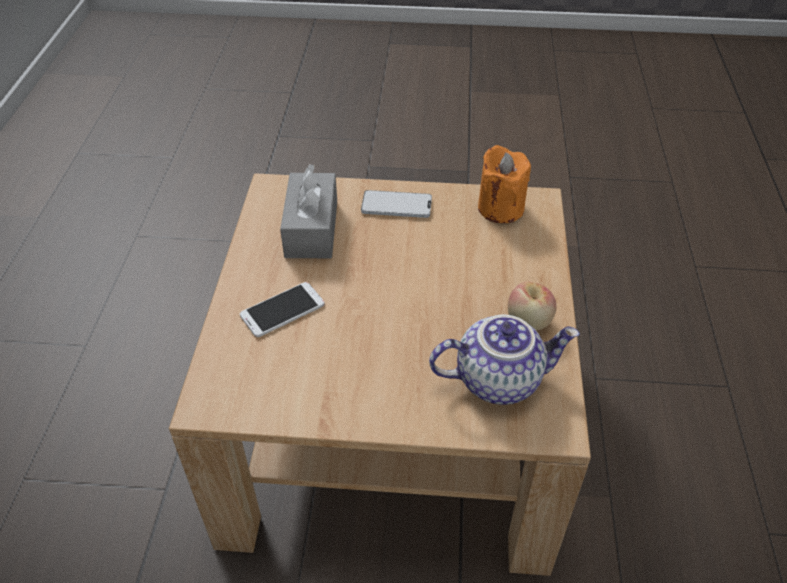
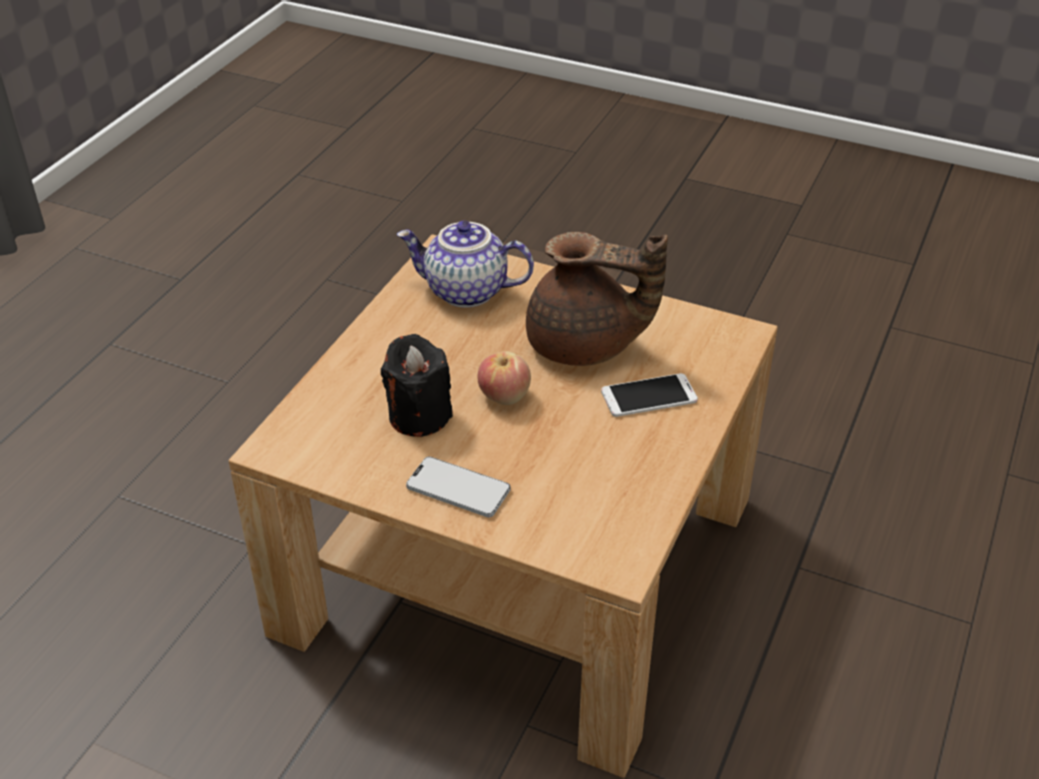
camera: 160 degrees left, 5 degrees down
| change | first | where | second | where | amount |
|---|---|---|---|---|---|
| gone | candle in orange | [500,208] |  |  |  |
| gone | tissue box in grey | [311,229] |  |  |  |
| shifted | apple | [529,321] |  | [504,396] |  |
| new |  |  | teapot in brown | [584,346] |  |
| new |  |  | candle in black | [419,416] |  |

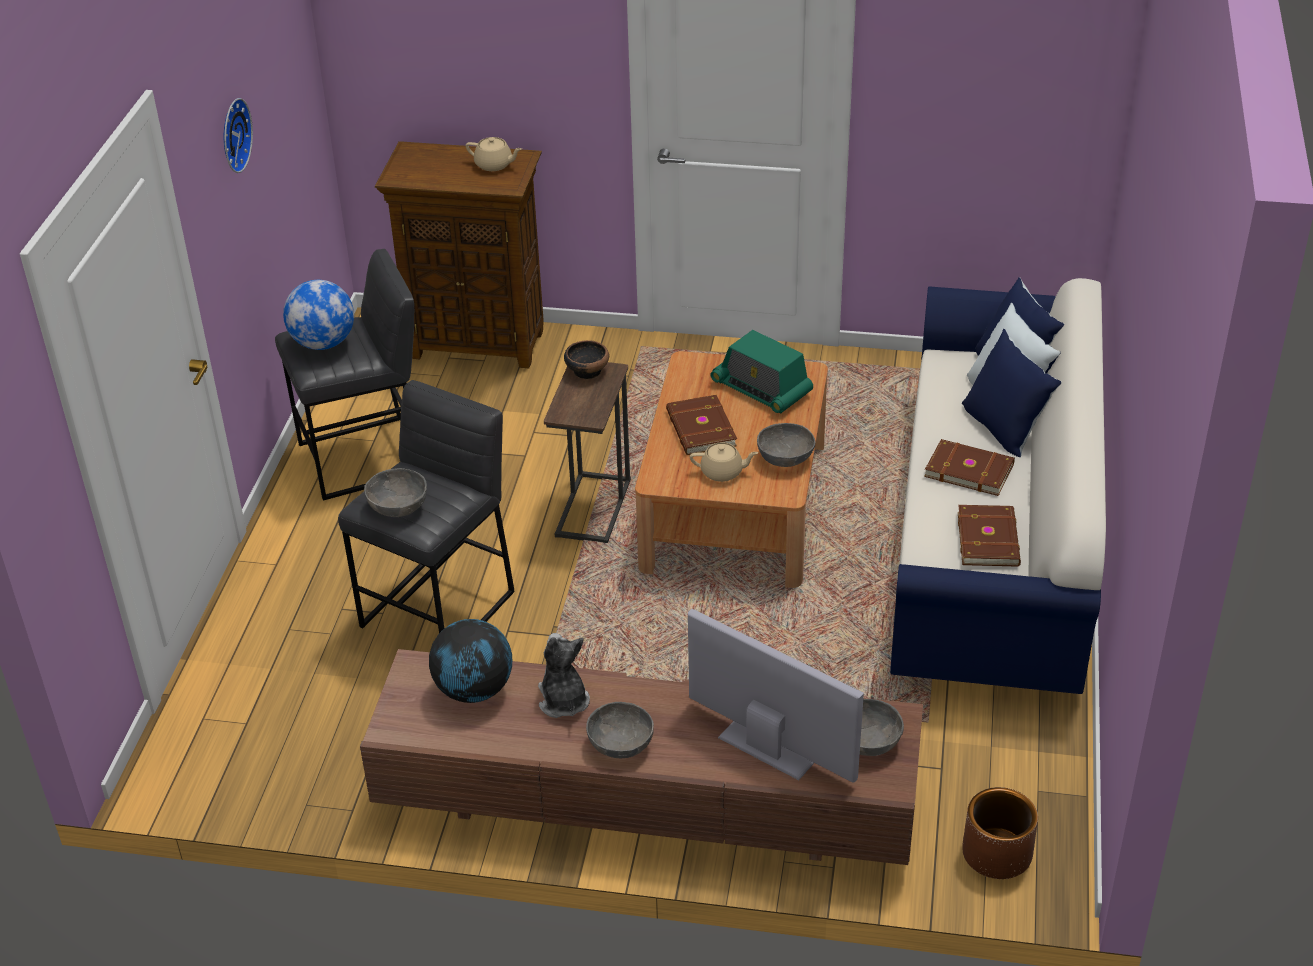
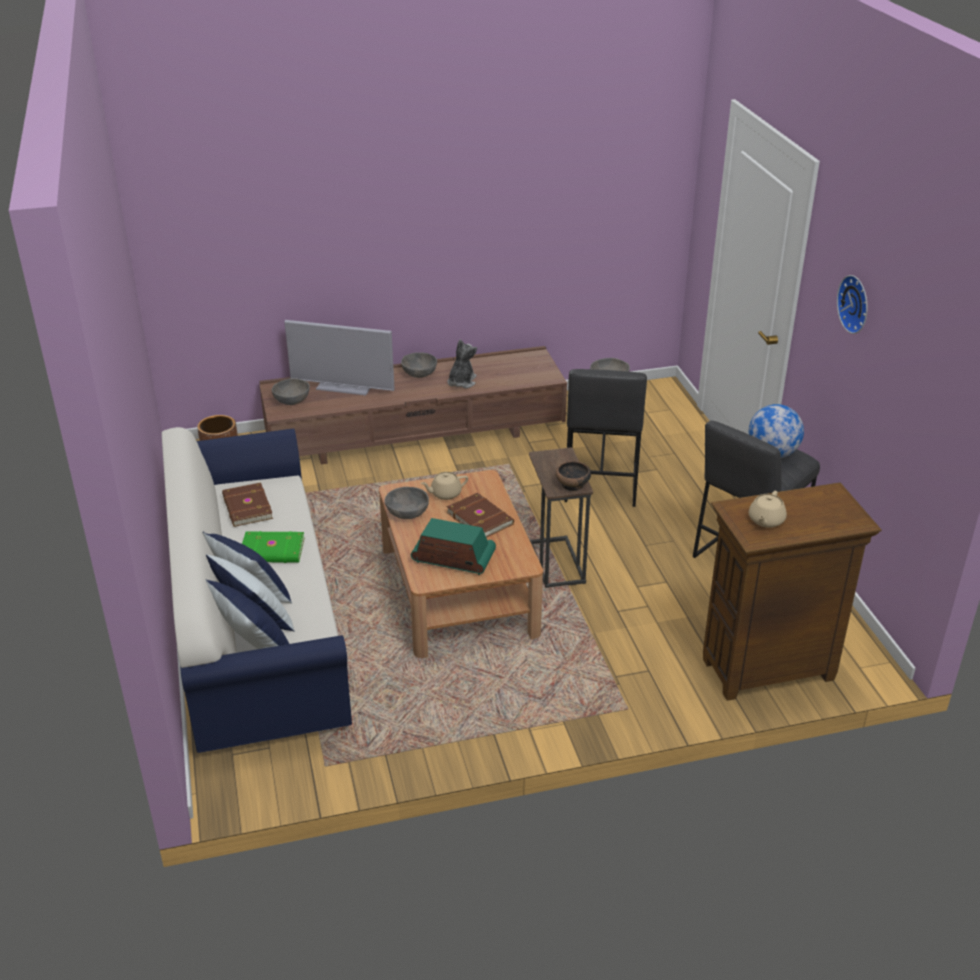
camera: 155 degrees right, 5 degrees down
| change | first | where | second | where | amount |
|---|---|---|---|---|---|
| rotated | teapot in beige | [494,165] |  | [765,520] | 60 degrees counterclockwise |
| repainted | book in brown | [969,469] | book in green | [272,551] |  |
| gone | globe | [474,690] |  |  |  |
| rotated | plush toy | [563,700] |  | [461,382] | 120 degrees counterclockwise |

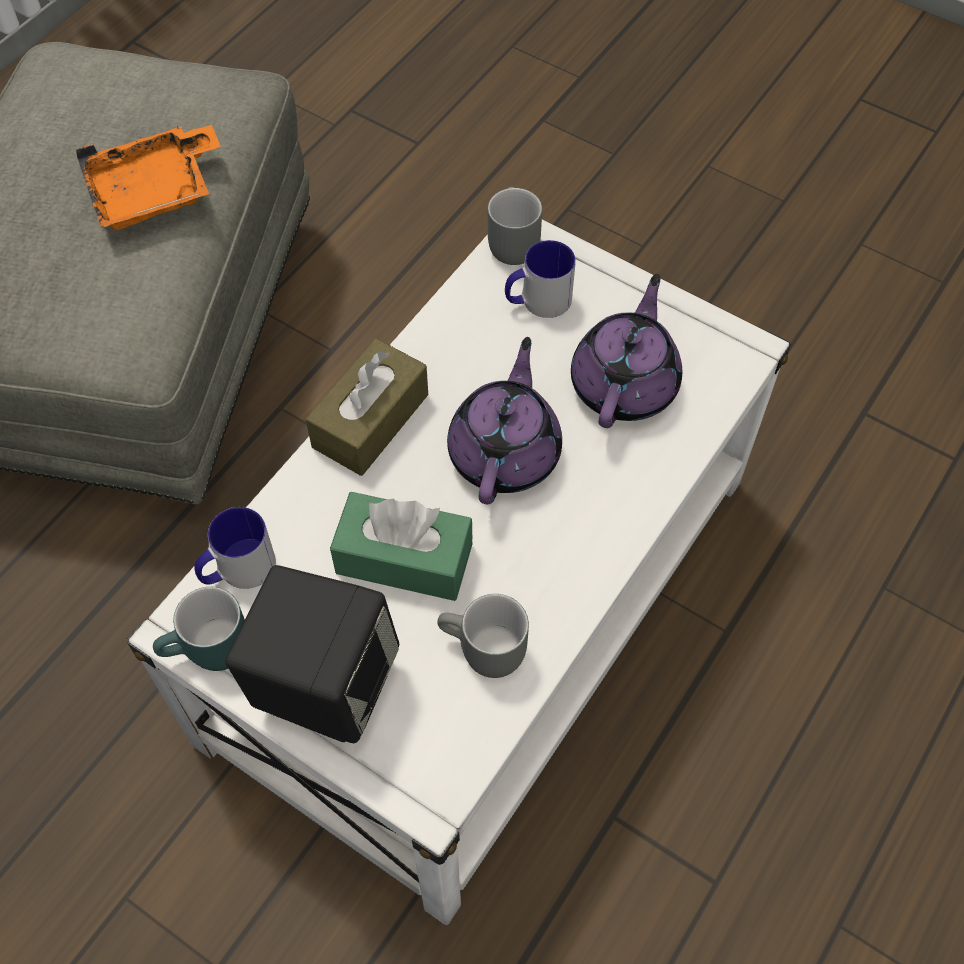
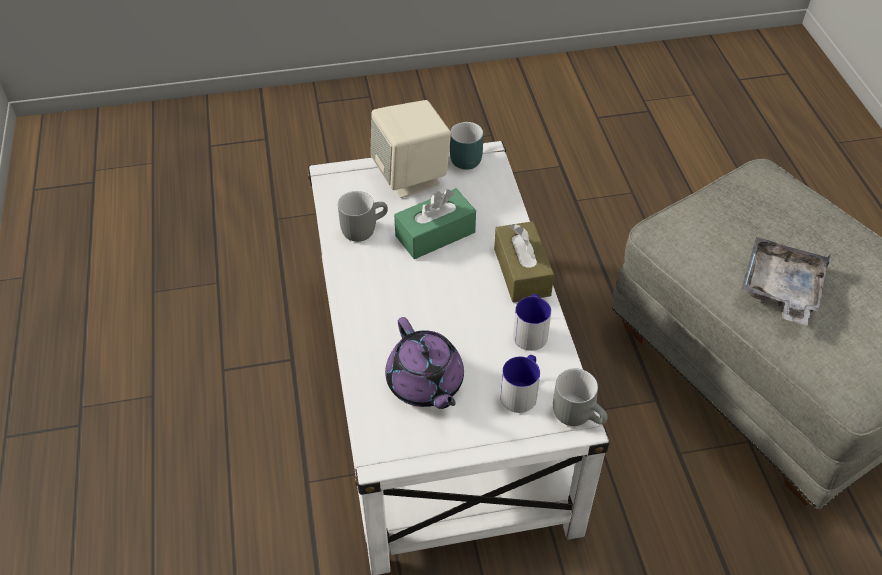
camera: 135 degrees right, 10 degrees down
| change | first | where | second | where | amount |
|---|---|---|---|---|---|
| repainted | tray in orange | [155,192] | tray in grey | [780,289] |  |
| gone | teapot in purple | [505,452] |  |  |  |
| shifted | mug | [238,570] |  | [531,331] |  |
| repainted | speaker in black | [324,684] | speaker in beige | [411,176] |  |

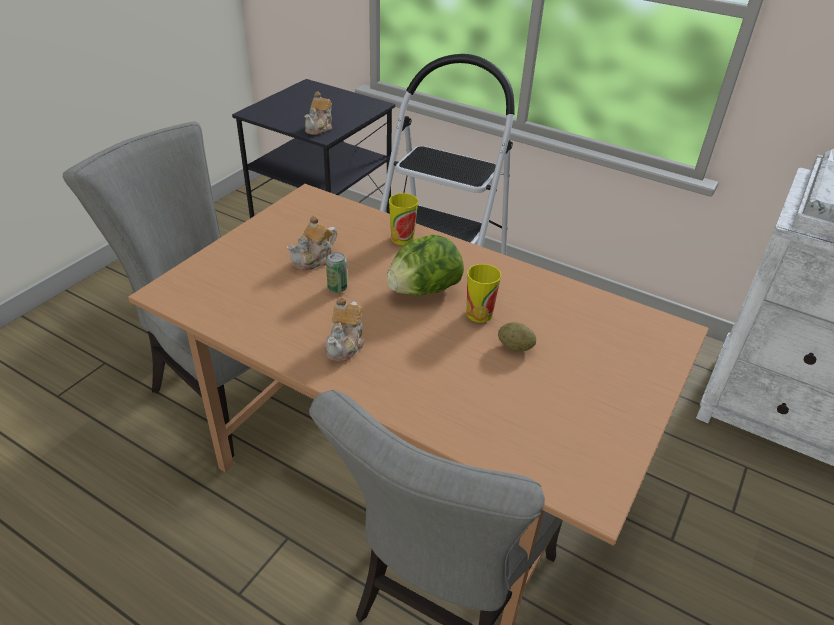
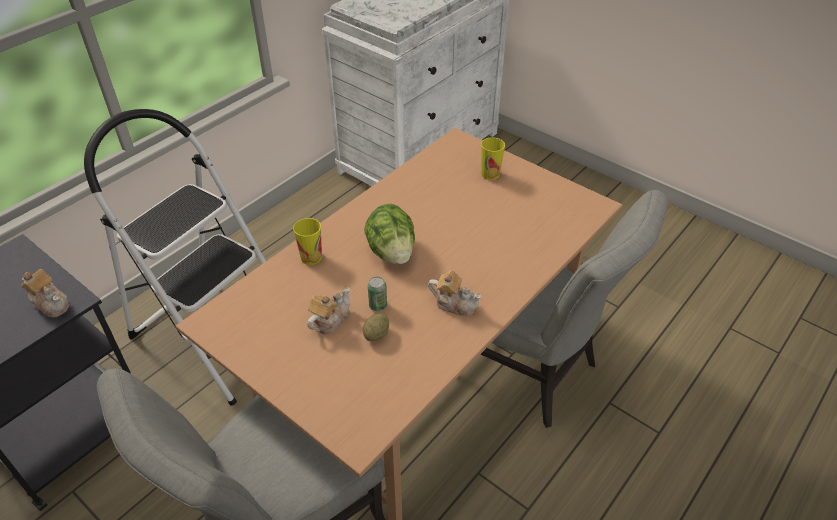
camera: 80 degrees left, 5 degrees up
| change | first | where | second | where | amount |
|---|---|---|---|---|---|
| rotated | teapot | [314,260] |  | [330,320] | 105 degrees counterclockwise |
| shifted | cup | [479,314] |  | [490,174] |  |
| shifted | potato | [515,347] |  | [376,334] |  |

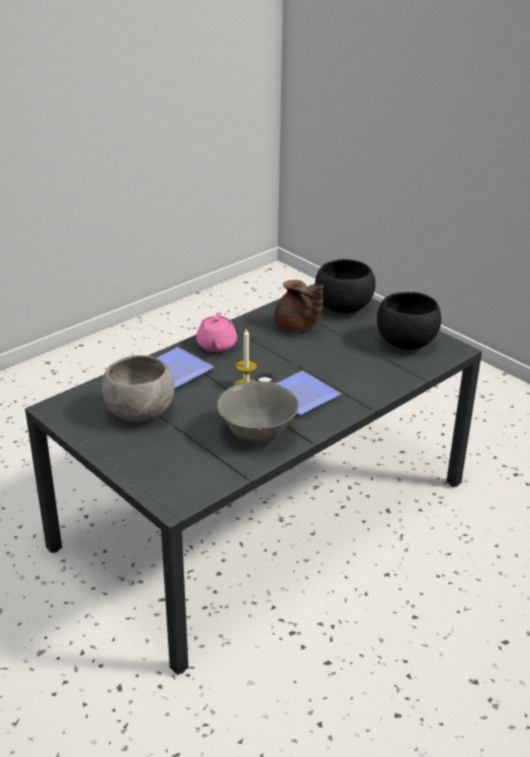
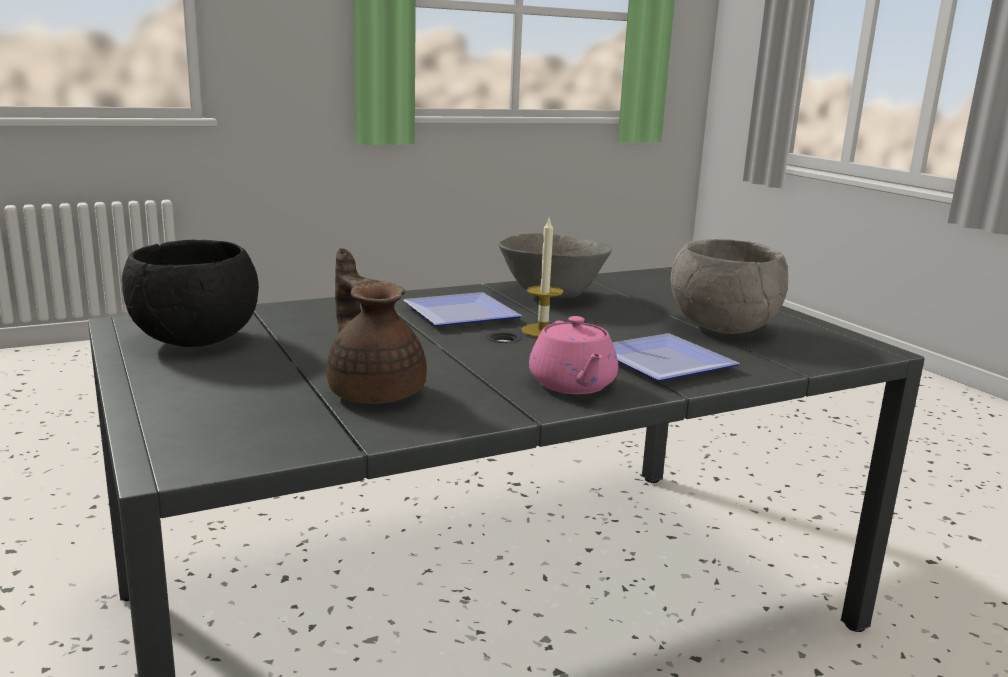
camera: 165 degrees left, 15 degrees down
| change | first | where | second | where | amount |
|---|---|---|---|---|---|
| gone | bowl in black | [344,308] |  |  |  |
| rotated | teapot in pink | [216,346] |  | [572,385] | 150 degrees clockwise |

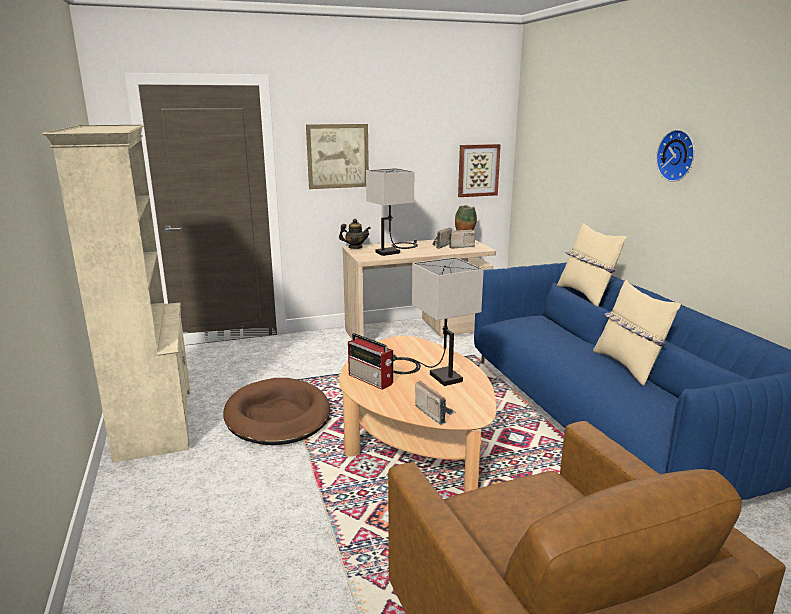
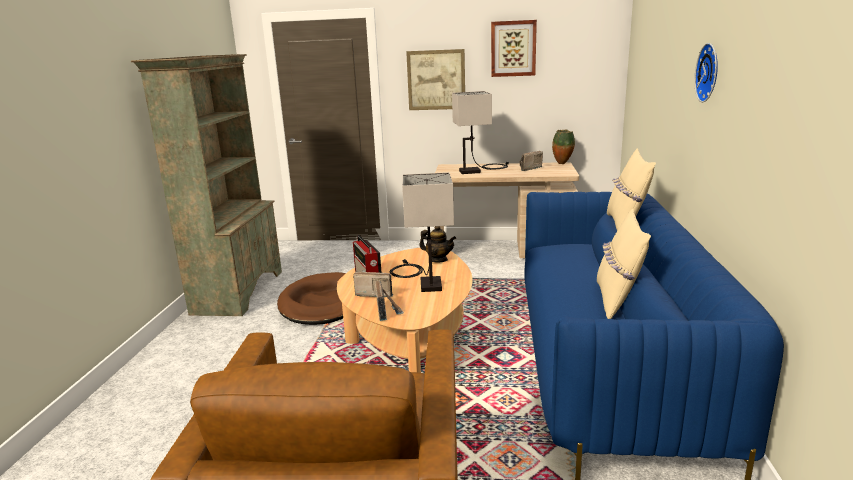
camera: 25 degrees right, 0 degrees up
| change | first | where | second | where | amount |
|---|---|---|---|---|---|
| repainted | bookcase in beige | [154,420] | bookcase in green | [238,291] |  |
| shifted | picture | [478,170] |  | [513,48] |  |
| shifted | teapot | [355,247] |  | [438,260] |  |
| shifted | radio | [459,246] |  | [374,293] |  |

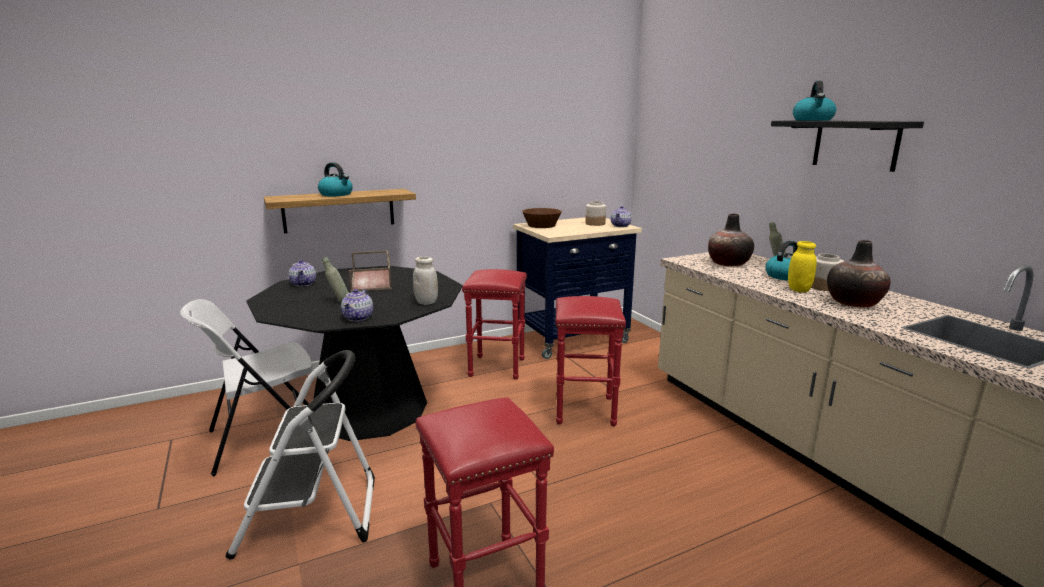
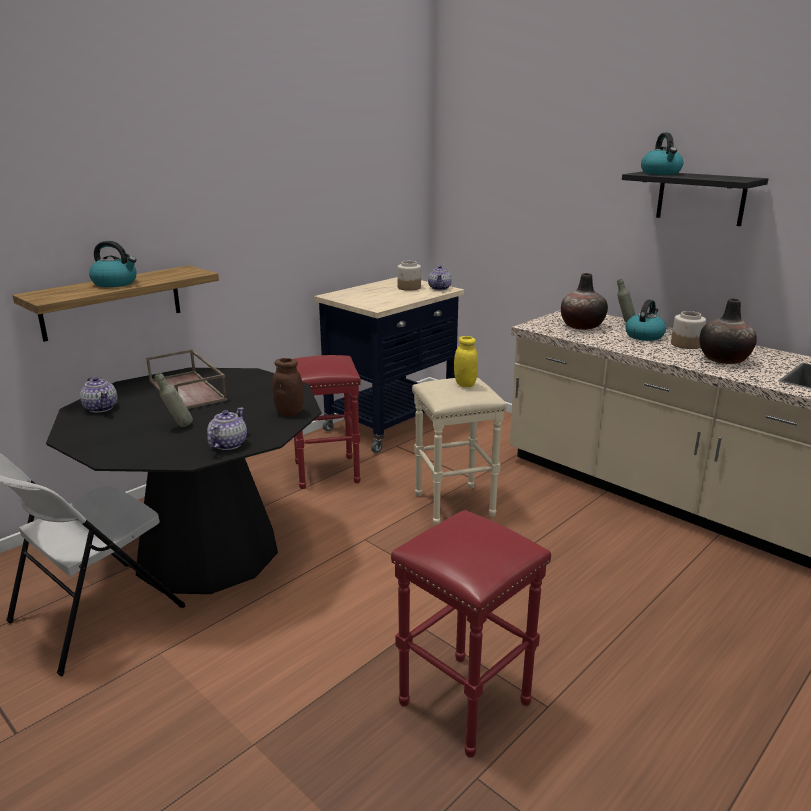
camera: 20 degrees left, 5 degrees up
| change | first | where | second | where | amount |
|---|---|---|---|---|---|
| gone | bowl in brown | [541,225] |  |  |  |
| shifted | jar in yellow | [798,290] |  | [465,384] |  |
| repainted | jar in white | [426,302] | jar in brown | [289,412] |  |
| rotated | teapot | [358,317] |  | [227,444] | 150 degrees counterclockwise |
| repainted | stool in red | [586,409] | stool in beige | [455,503] |  |
| gone | step ladder | [313,515] |  |  |  |

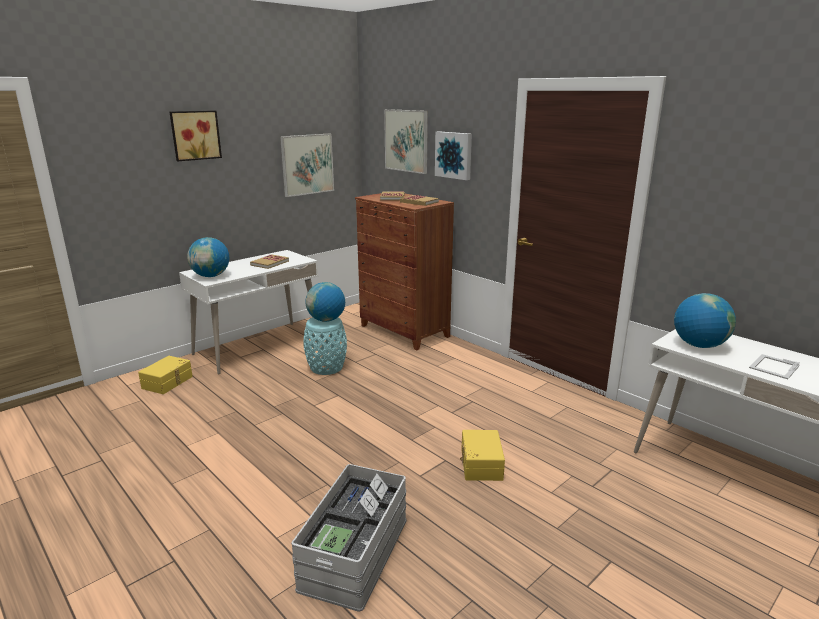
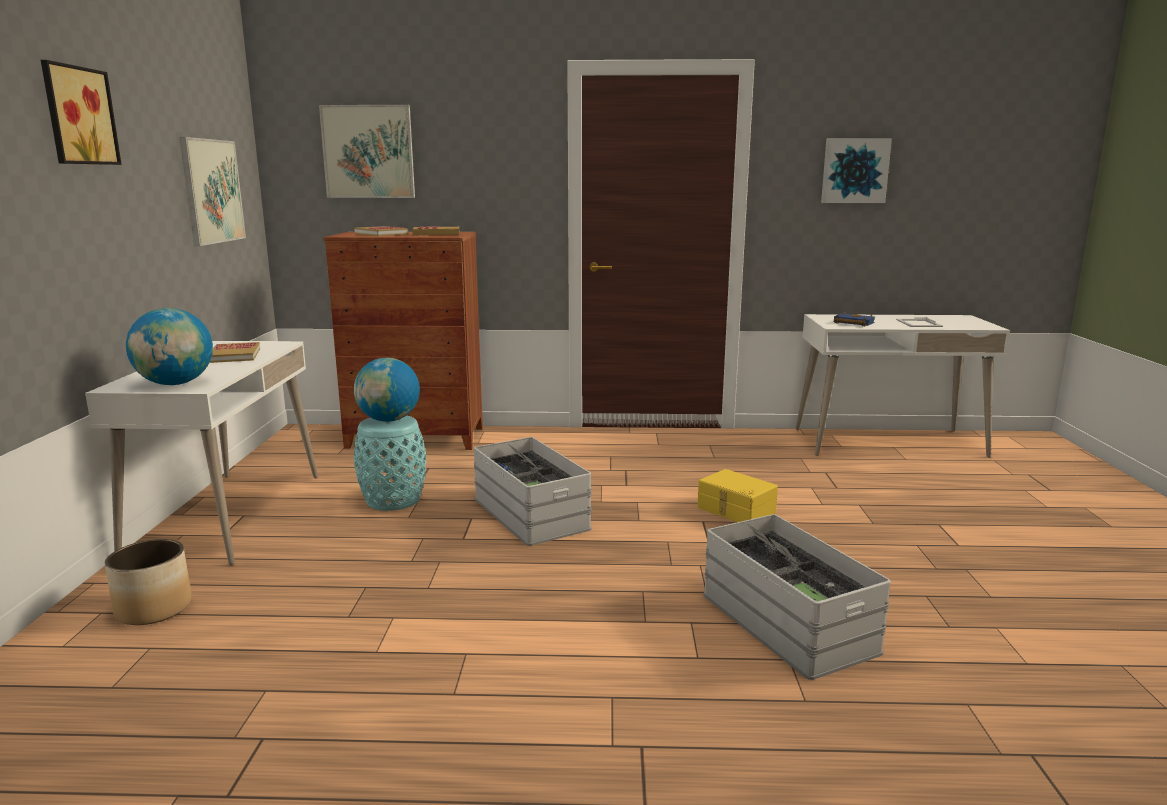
camera: 45 degrees left, 5 degrees down
| change | first | where | second | where | amount |
|---|---|---|---|---|---|
| shifted | picture | [454,155] |  | [854,171] |  |
| swapped | globe | [698,345] | book in blue | [852,323] |  |
| swapped | storage box in yellow | [168,382] | planter | [153,608] |  |
| new |  |  | storage box in grey | [529,513] |  |

